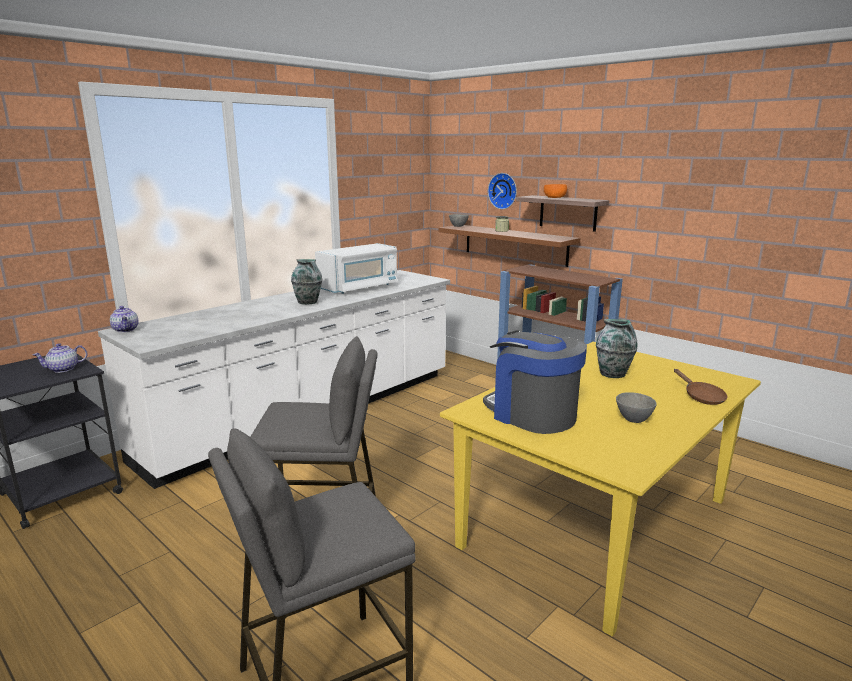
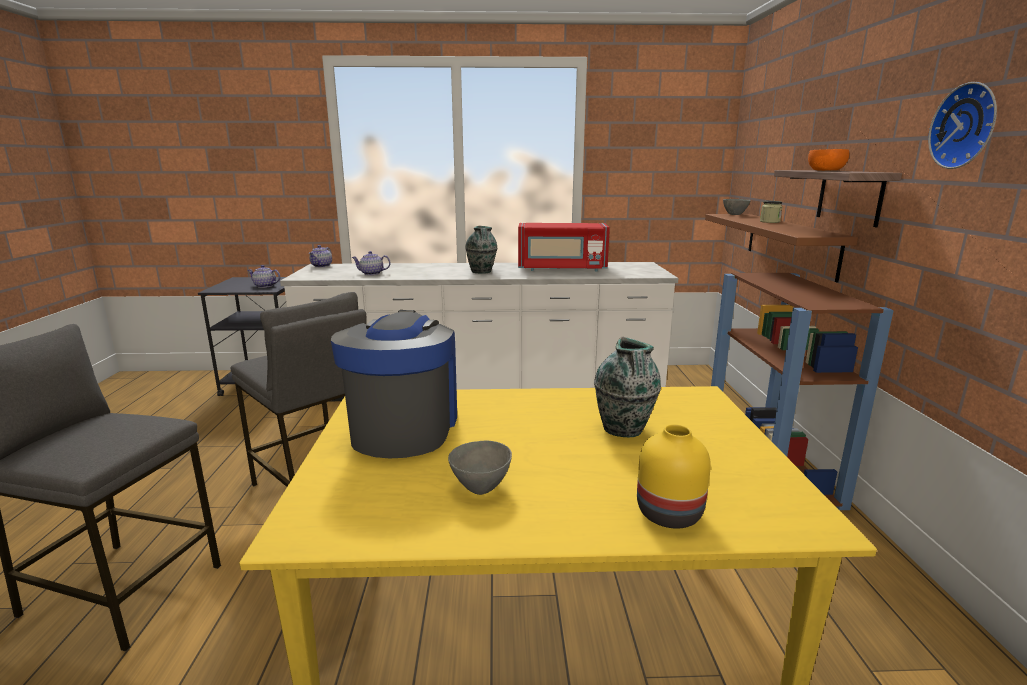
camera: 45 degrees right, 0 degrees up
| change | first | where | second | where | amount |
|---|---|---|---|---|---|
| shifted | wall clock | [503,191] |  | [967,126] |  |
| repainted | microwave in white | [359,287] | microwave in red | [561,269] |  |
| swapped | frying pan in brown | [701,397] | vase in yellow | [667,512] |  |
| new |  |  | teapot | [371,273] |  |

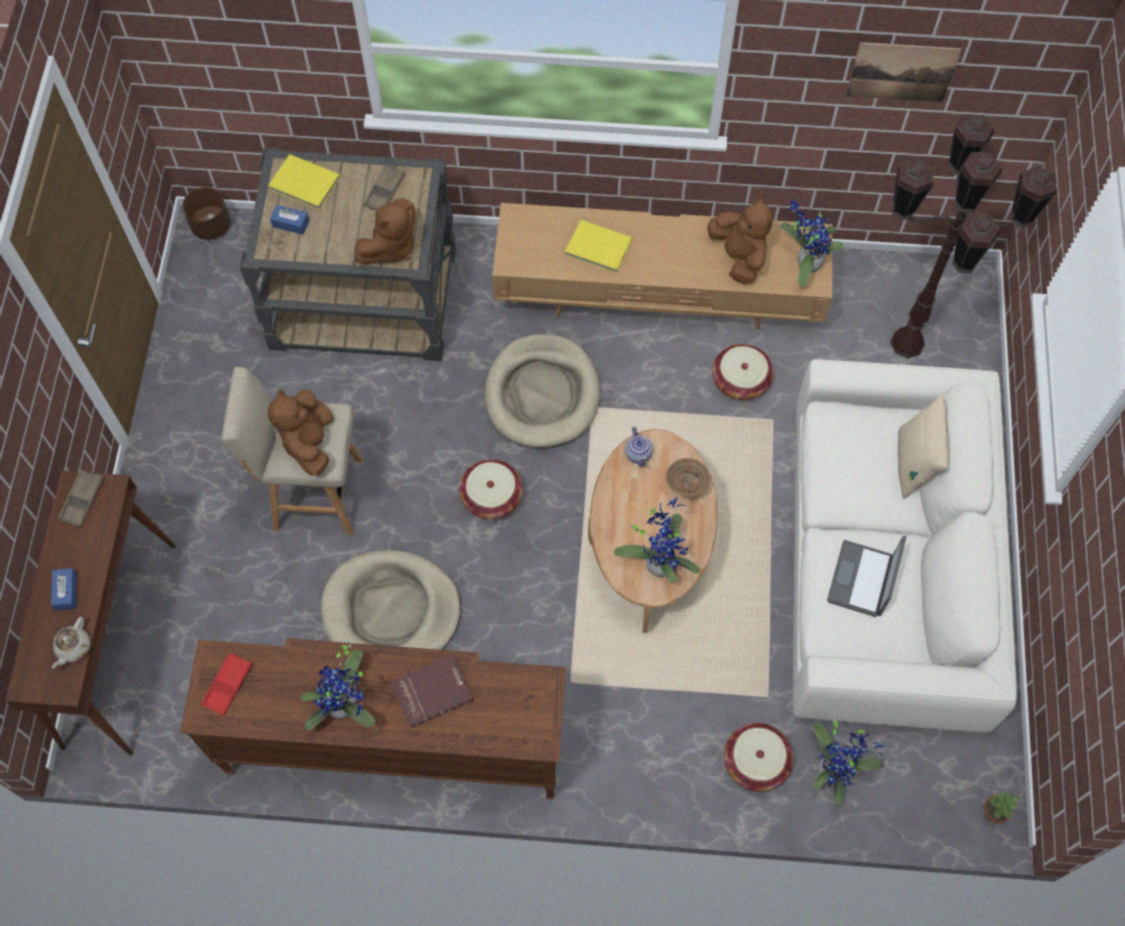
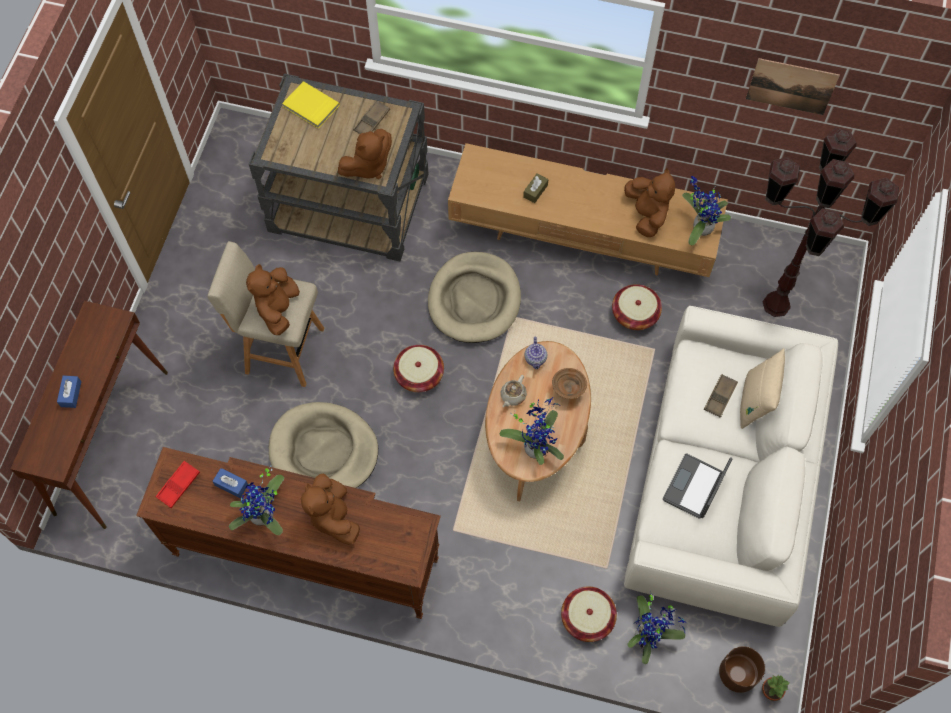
camera: 10 degrees right, 0 degrees up
| change | first | where | second | where | amount |
|---|---|---|---|---|---|
| shifted | planter in brown | [211,226] |  | [737,673] |  |
| shifted | tissue box in blue | [290,223] |  | [231,485] |  |
| swapped | book in yellow | [598,248] | tissue box in brown | [535,191] |  |
| shifted | tray in brown | [82,500] |  | [720,397] |  |
| shifted | teapot in beige | [73,648] |  | [512,396] |  |
| swapped | book in red | [431,690] | plush toy in brown | [333,516] |  |

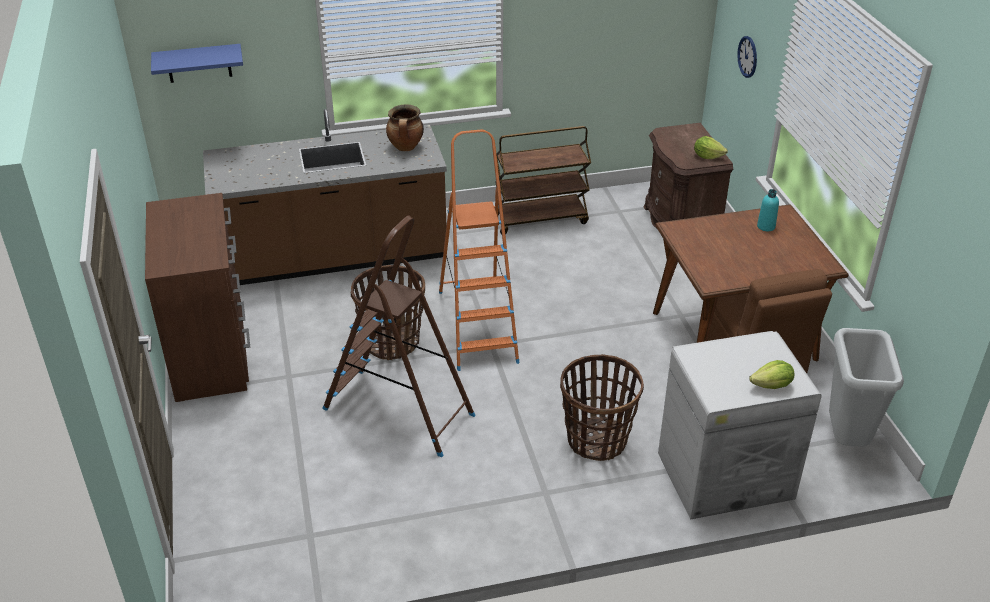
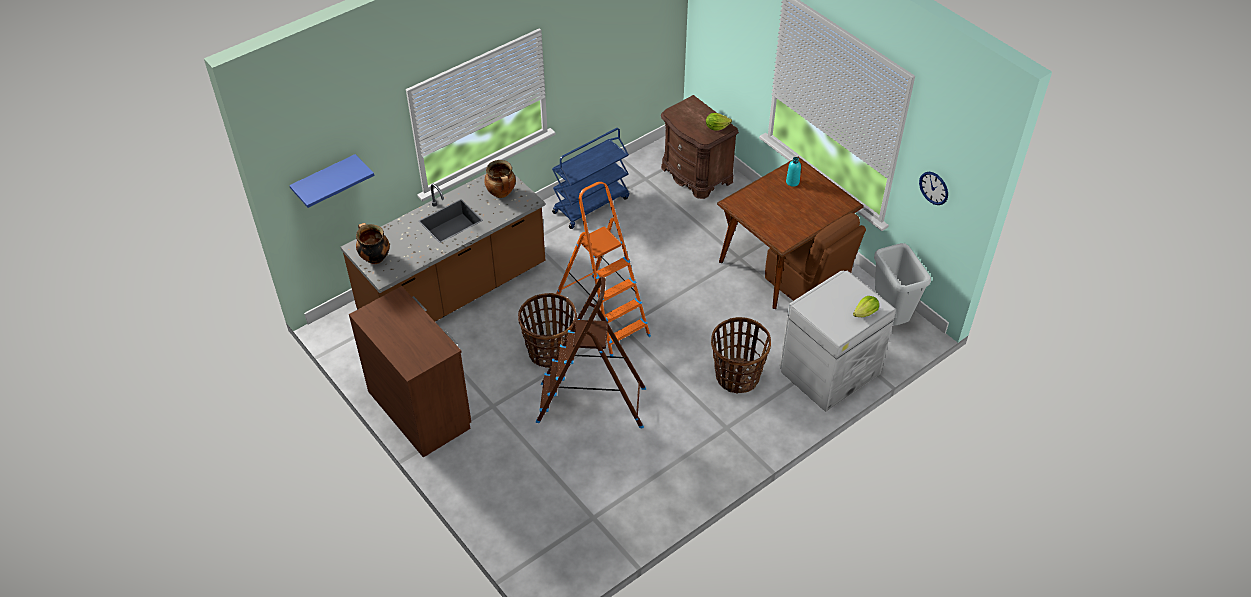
camera: 25 degrees left, 10 degrees up
| change | first | where | second | where | amount |
|---|---|---|---|---|---|
| shifted | wall clock | [747,56] |  | [934,188] |  |
| repainted | cart in brown | [540,219] | cart in blue | [591,204] |  |
| new |  |  | cooking pot | [374,258] |  |

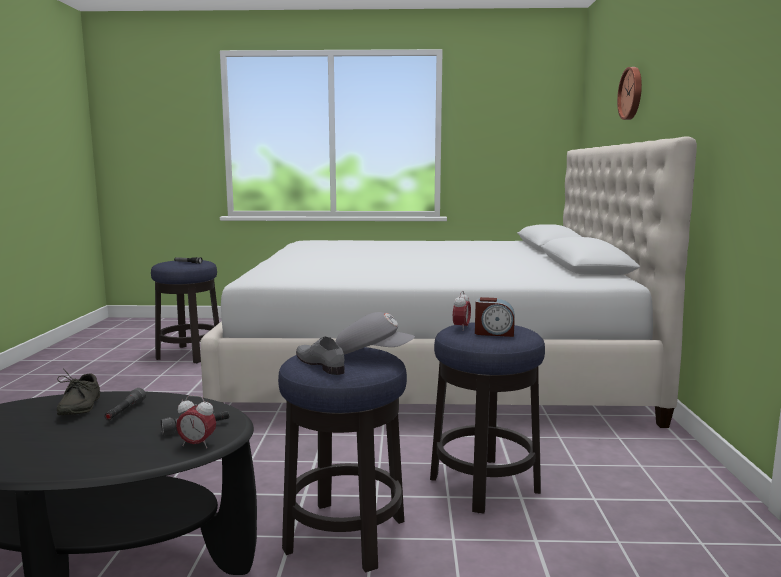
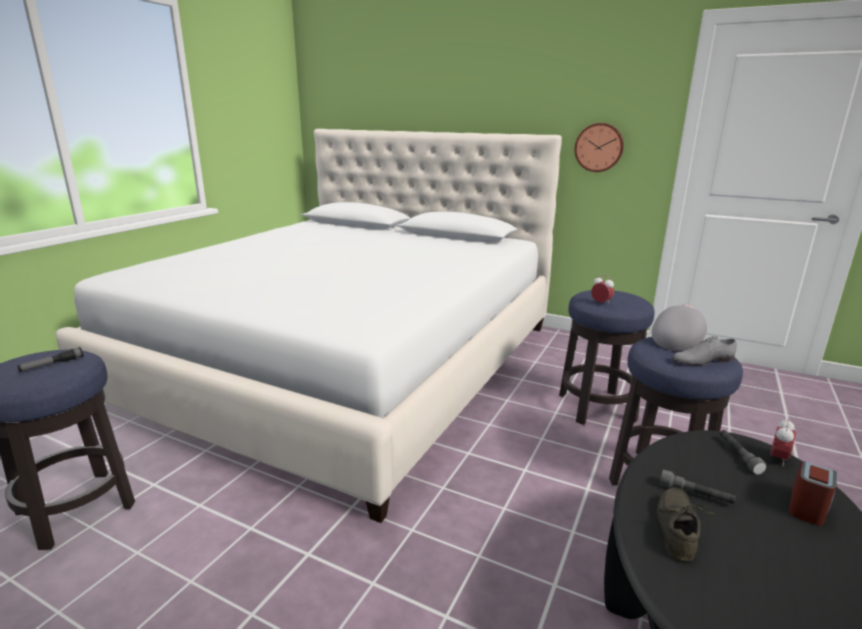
camera: 65 degrees left, 10 degrees up
| change | first | where | second | where | amount |
|---|---|---|---|---|---|
| shifted | wall clock | [632,93] |  | [599,147] |  |
| shifted | alarm clock | [494,333] |  | [807,507] |  |
| rotated | shoe in grey | [77,407] |  | [679,530] | 90 degrees counterclockwise |

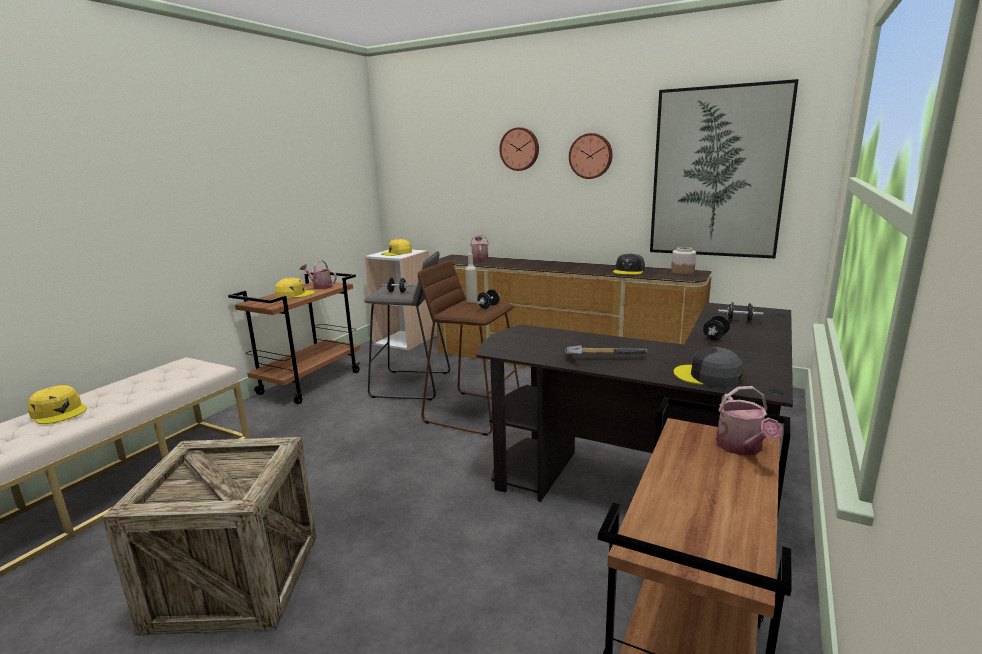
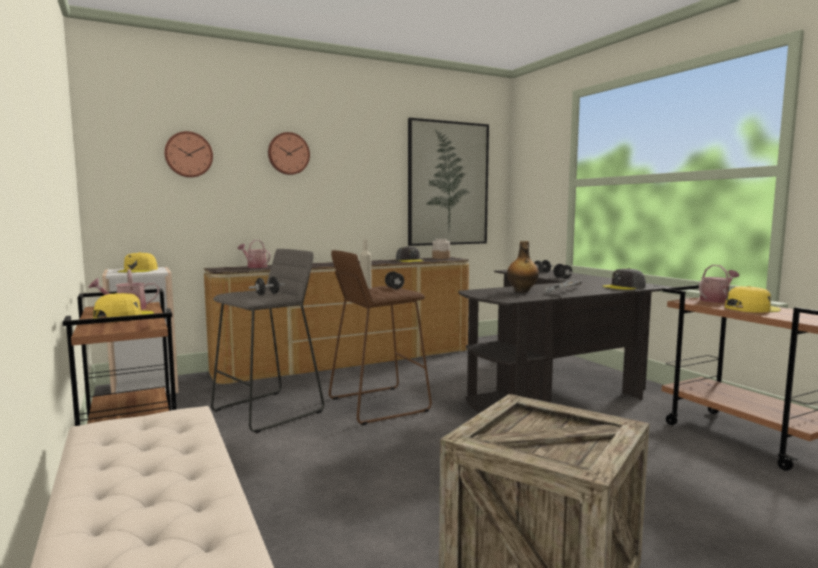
camera: 55 degrees left, 10 degrees down
| change | first | where | second | where | amount |
|---|---|---|---|---|---|
| shifted | wall clock | [591,156] |  | [188,154] |  |
| shifted | cap in yellow | [59,412] |  | [751,308] |  |
| rotated | watering can | [742,448] |  | [716,300] | 60 degrees counterclockwise |
| new |  |  | bottle | [522,291] |  |

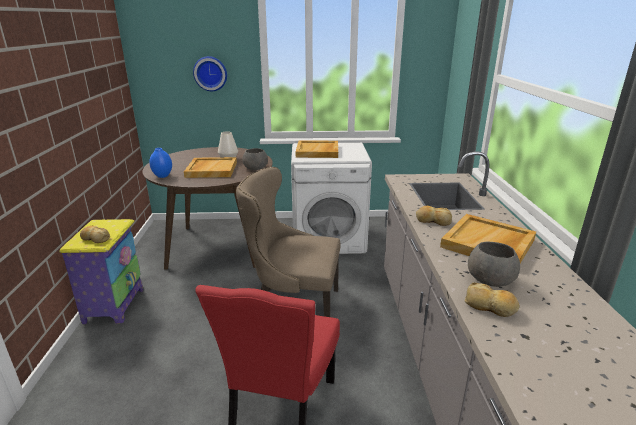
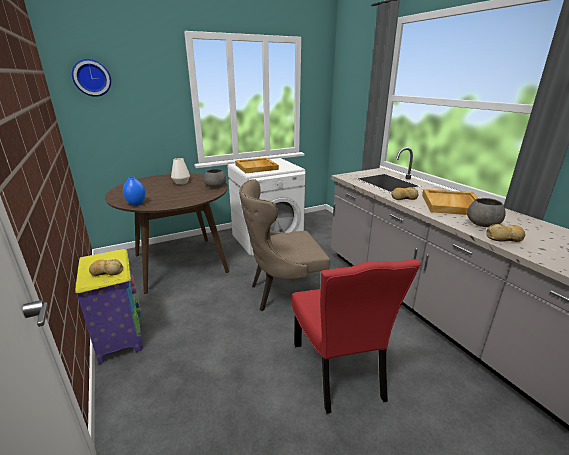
camera: 25 degrees left, 0 degrees up
| change | first | where | second | where | amount |
|---|---|---|---|---|---|
| shifted | wall clock | [210,73] |  | [92,78] |  |
| gone | tray in beige | [211,169] |  |  |  |

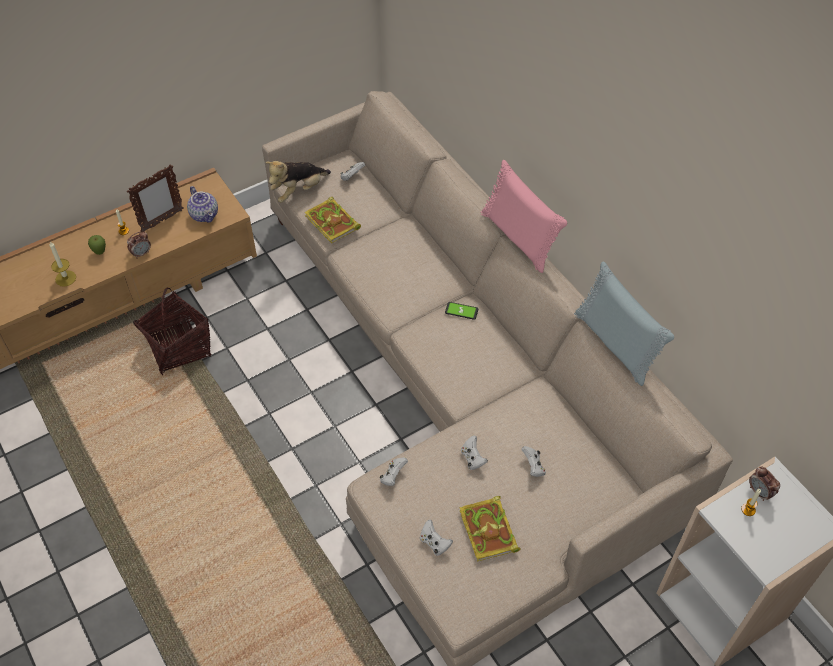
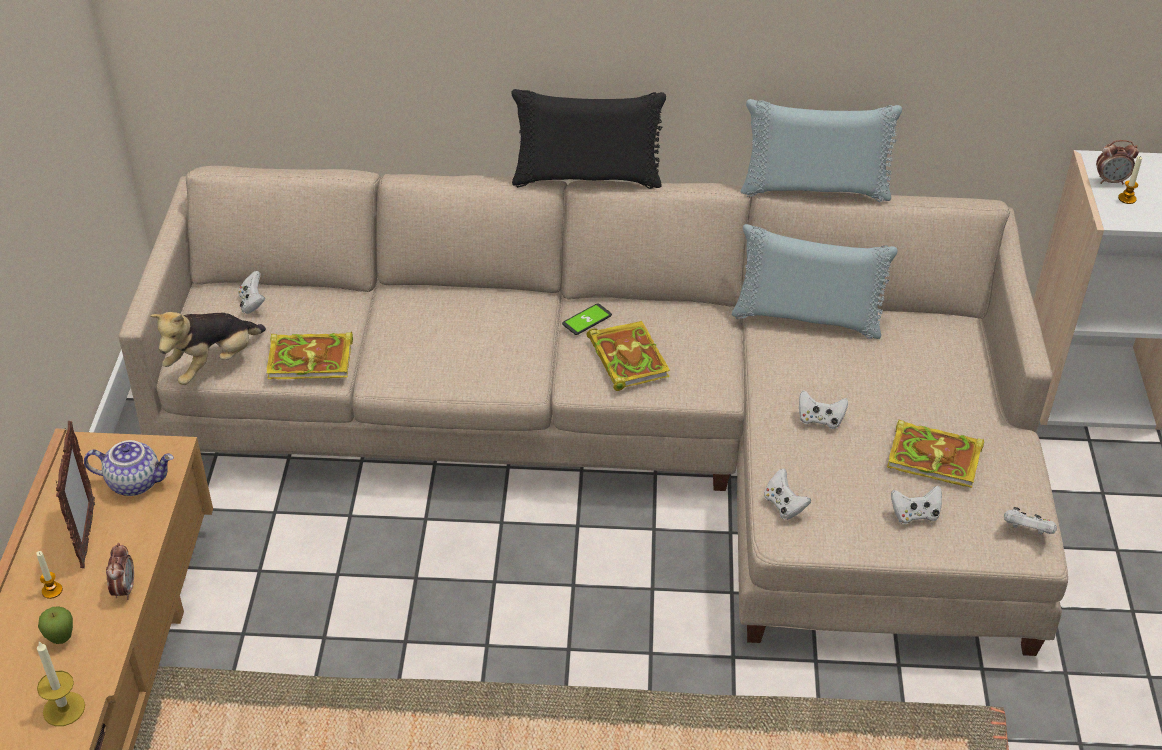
camera: 55 degrees left, 10 degrees down
| change | first | where | second | where | amount |
|---|---|---|---|---|---|
| repainted | pillow in pink | [519,238] | pillow in black | [587,178] |  |
| rotated | plush toy | [299,191] |  | [213,364] | 45 degrees clockwise |
| gone | basket | [179,347] |  |  |  |
| shifted | game controller in white | [533,467] |  | [1027,531] |  |
| new |  |  | pillow in blue | [807,318] |  |
| new |  |  | book | [626,357] |  |

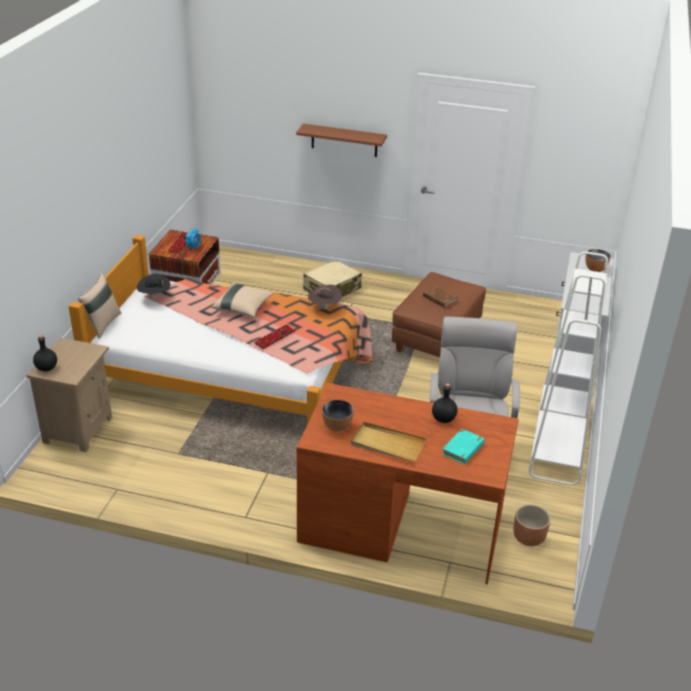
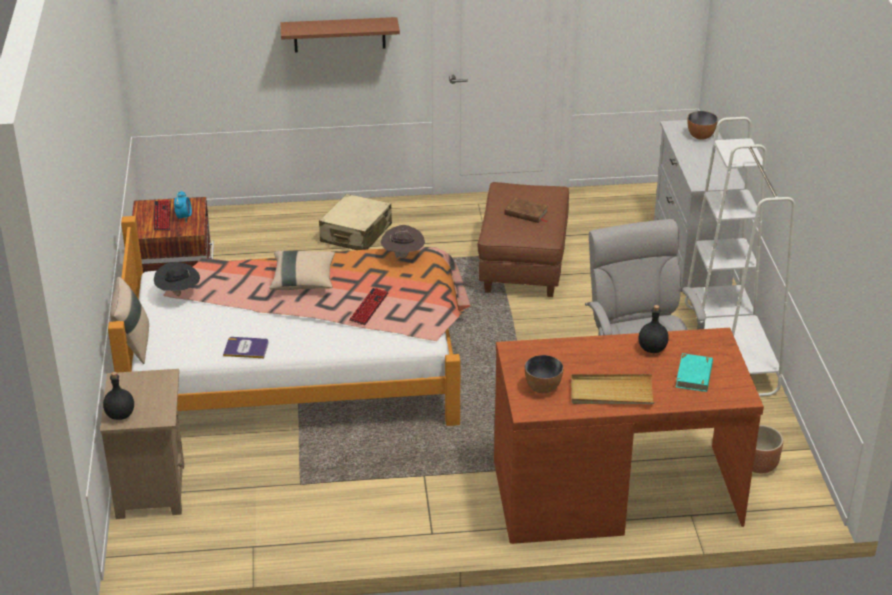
camera: 20 degrees left, 0 degrees up
| change | first | where | second | where | amount |
|---|---|---|---|---|---|
| new |  |  | book | [246,348] |  |

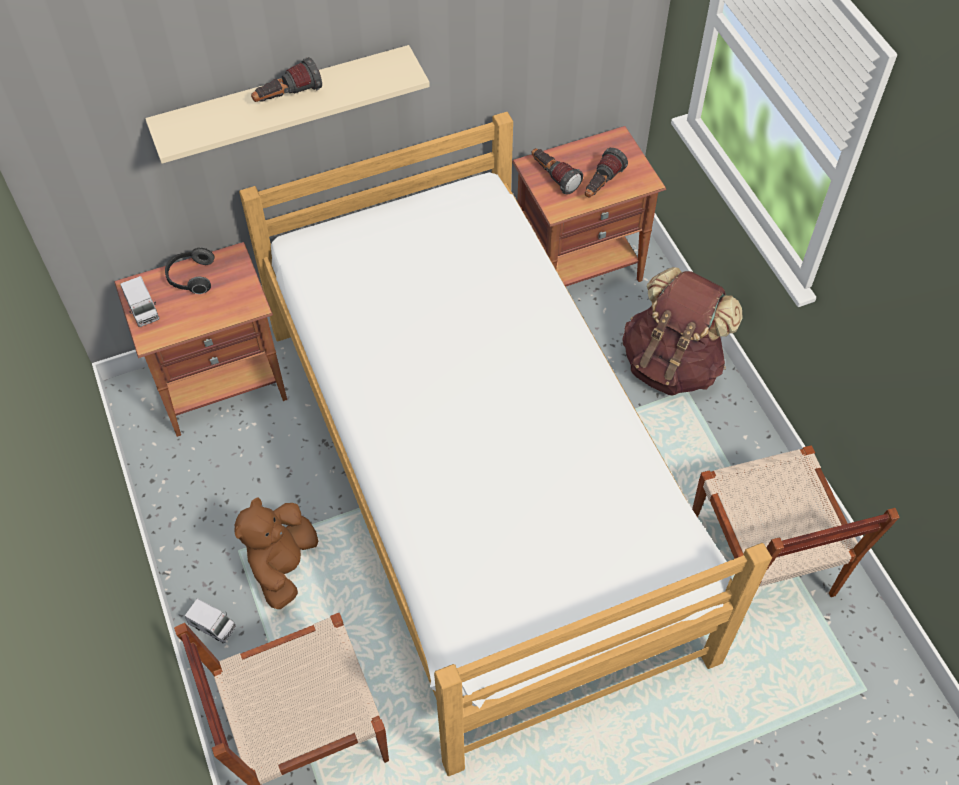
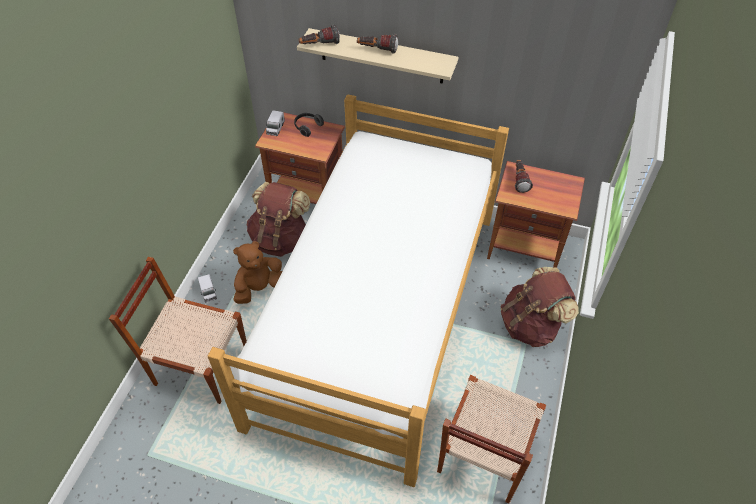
camera: 40 degrees right, 5 degrees down
| change | first | where | second | where | amount |
|---|---|---|---|---|---|
| shifted | flashlight | [601,185] |  | [319,45] |  |
| new |  |  | backpack in brown | [281,239] |  |

